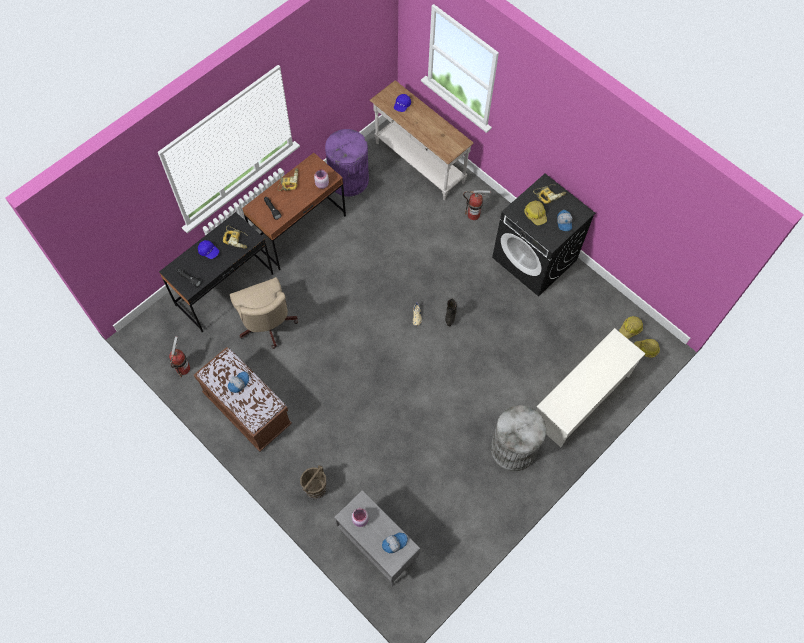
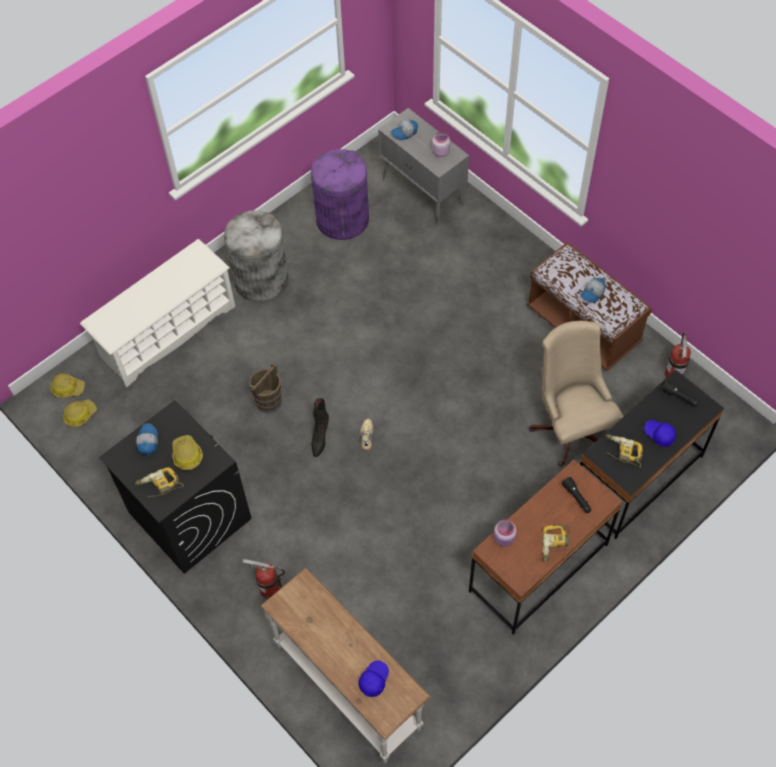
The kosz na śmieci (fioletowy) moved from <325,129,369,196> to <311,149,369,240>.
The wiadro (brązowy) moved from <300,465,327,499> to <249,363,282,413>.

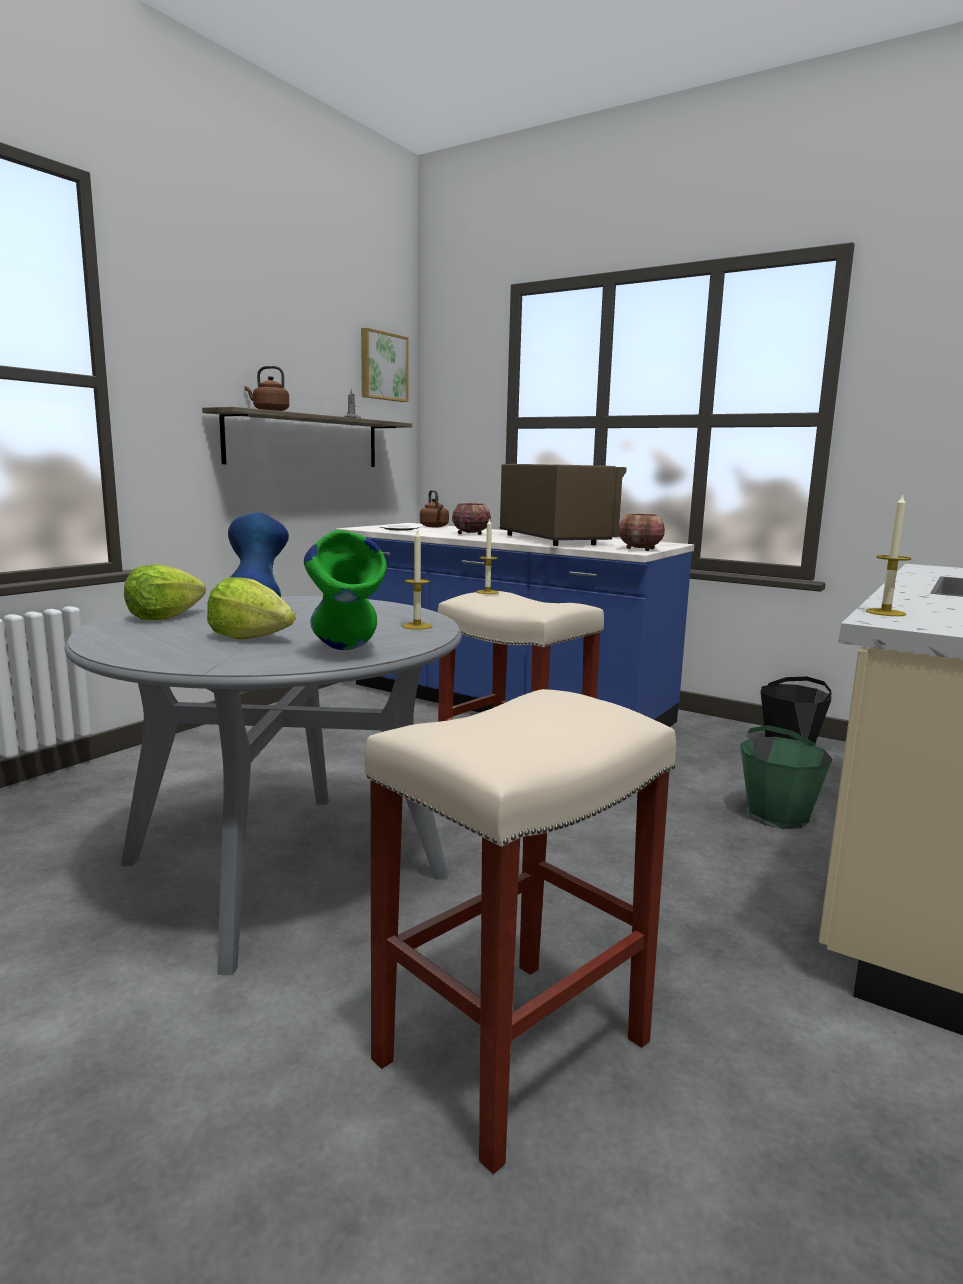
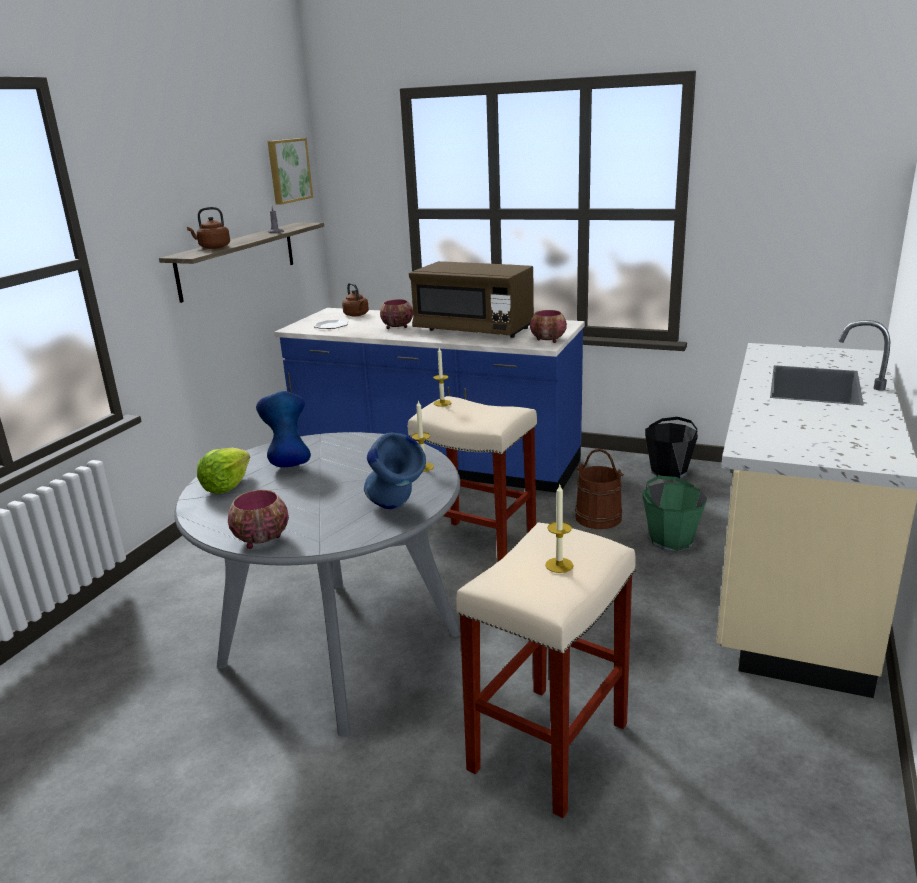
The mikrofalówka (brązowy) at <499,464,626,546> turned 150 degrees clockwise.
The świeca moved from <866,493,911,616> to <545,485,574,573>.
The wazon (zielony) at <304,530,387,650> became the wazon (niebieski) at <364,432,426,509>.
The sałata at <207,577,296,640> disappeared.
The wiadro (brązowy) at <575,449,624,529> appeared.
The miska at <228,490,289,549> appeared.

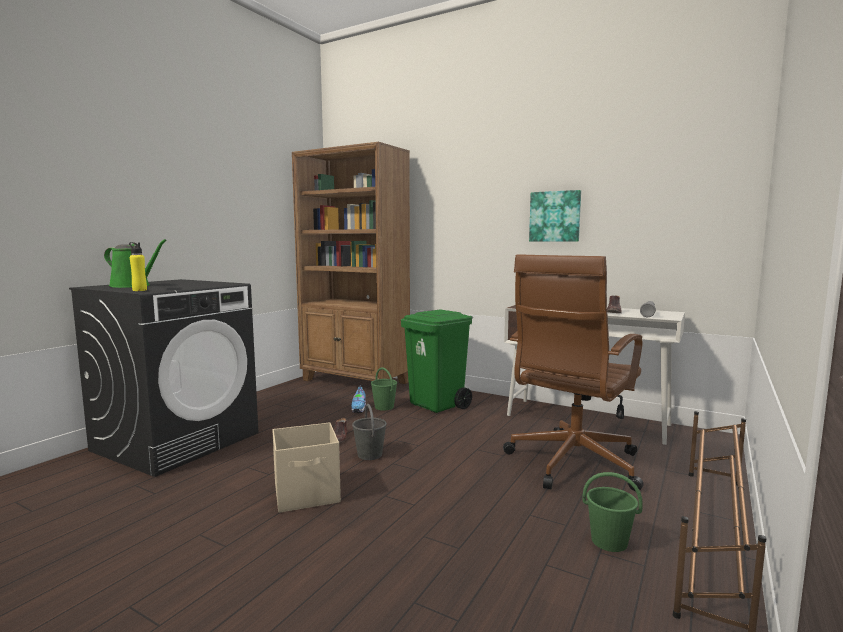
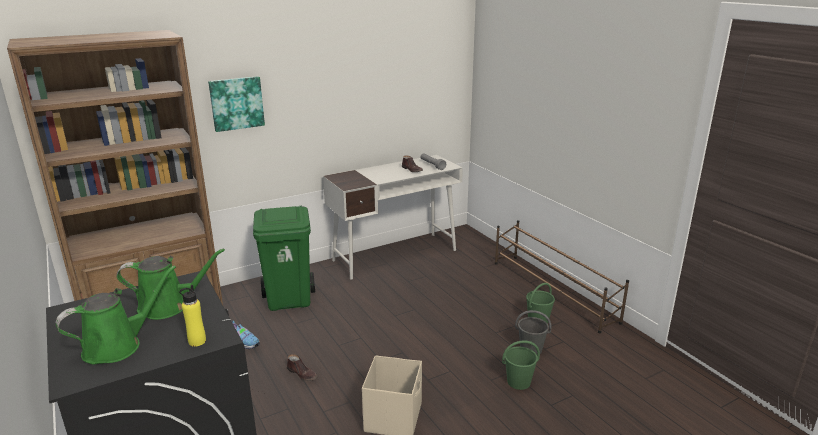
The obraz moved from <529,190,581,242> to <208,76,265,132>.
The krzesło biurowe (brązowy) at <503,254,644,491> disappeared.
The wiadro (zielony) moved from <371,367,397,411> to <502,340,540,390>.
The wiadro (szary) moved from <352,404,387,460> to <515,310,551,354>.
The konewka (zielony) at <116,249,225,320> appeared.

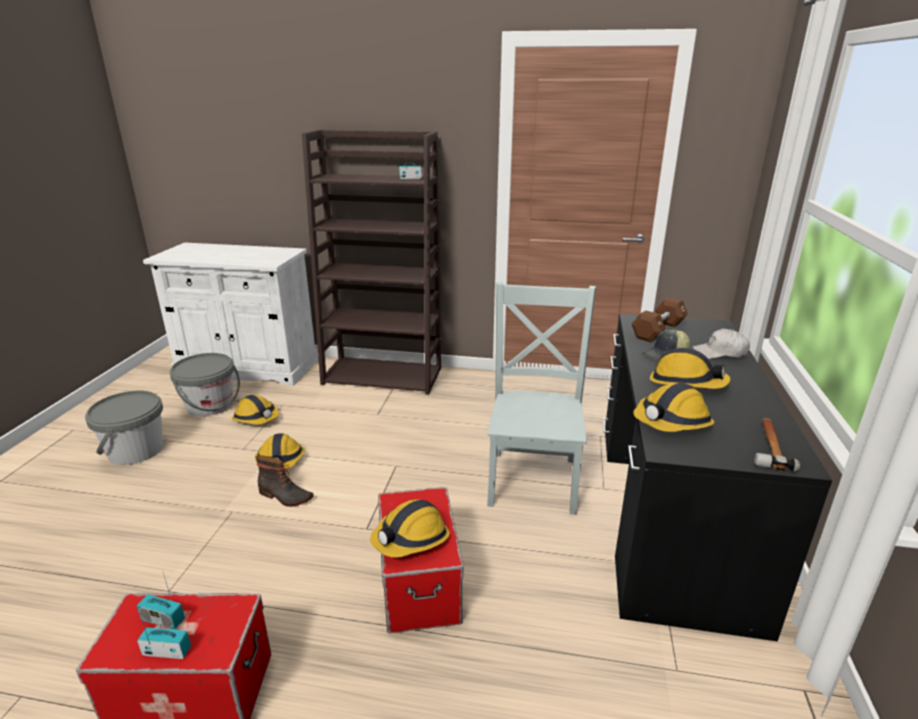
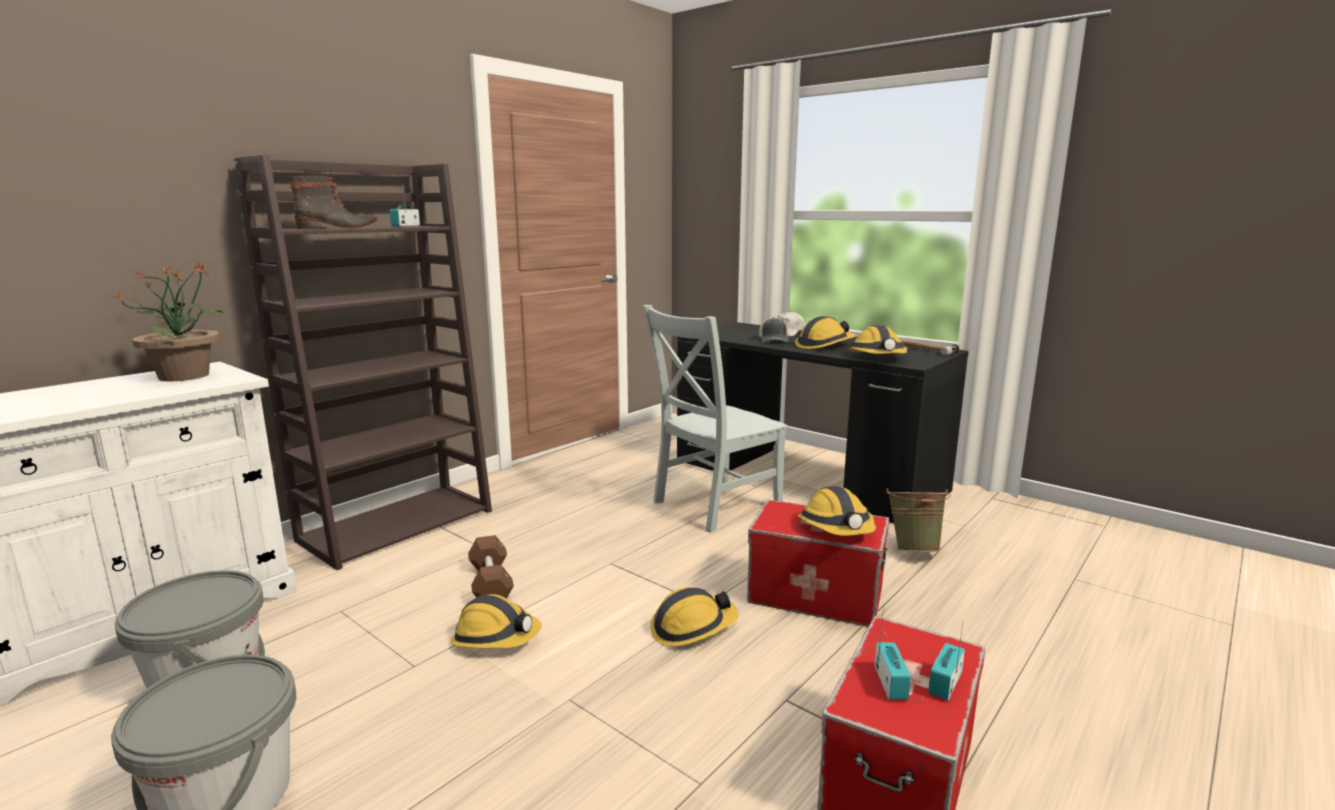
The krzesło (szary) at <487,282,596,515> turned 75 degrees counterclockwise.
The hantel (brązowy) moved from <632,297,688,342> to <468,535,514,598>.
The kask moved from <232,395,279,425> to <650,587,738,646>.
The but z cholewką moved from <256,455,314,507> to <289,176,377,229>.
The radio at <137,570,185,630> turned 45 degrees counterclockwise.
The roślina doniczkowa at <111,262,223,381> appeared.
The wiadro (zielony) at <886,489,950,552> appeared.

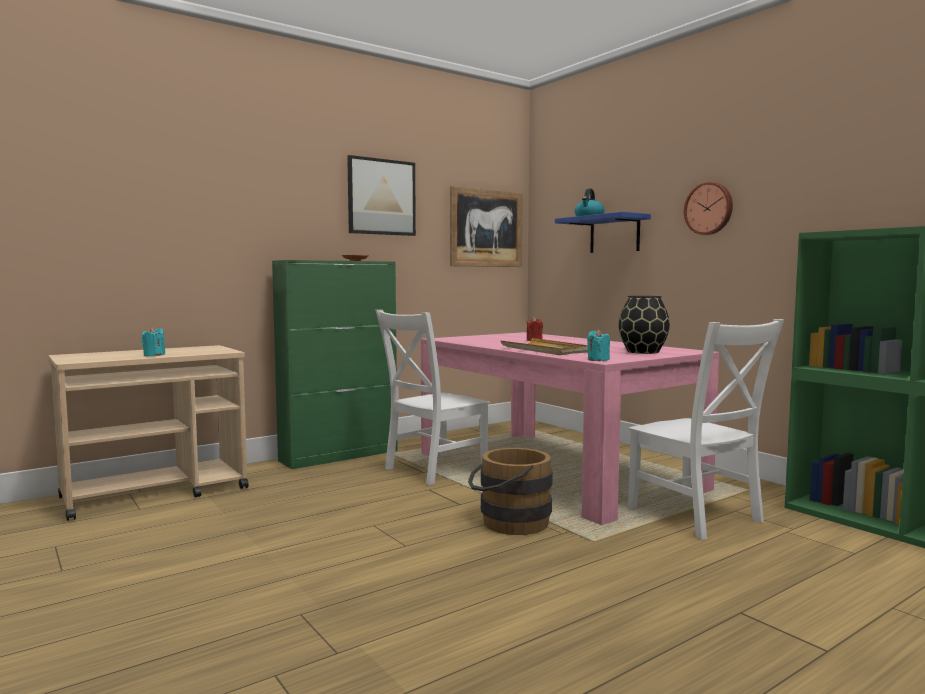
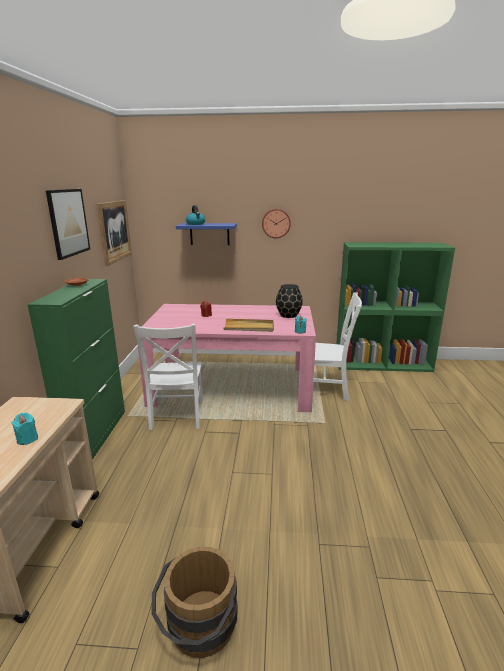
The wiadro (brązowy) moved from <468,448,553,535> to <151,547,238,658>.

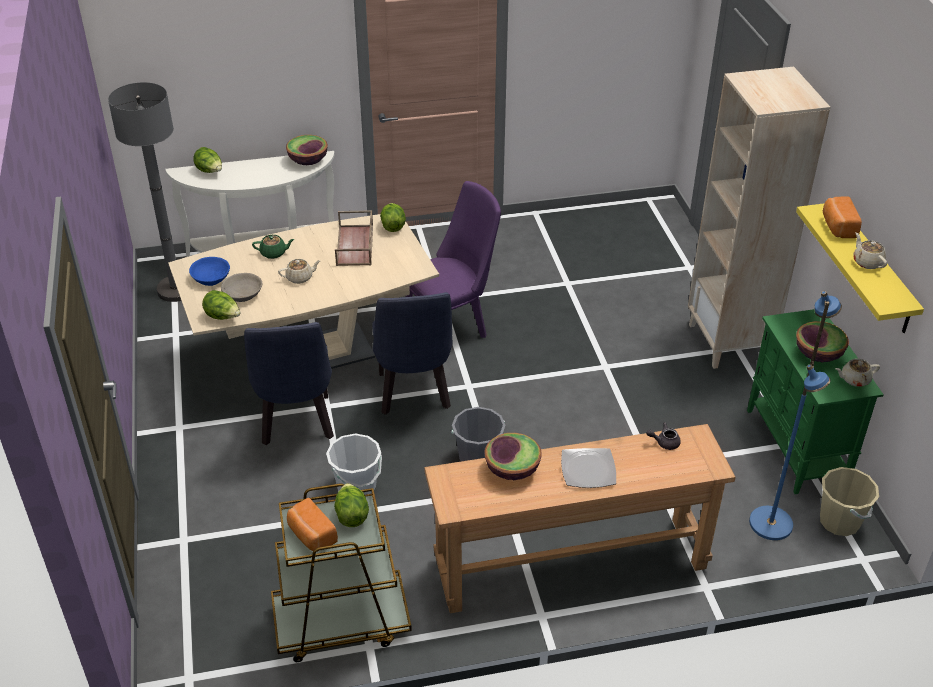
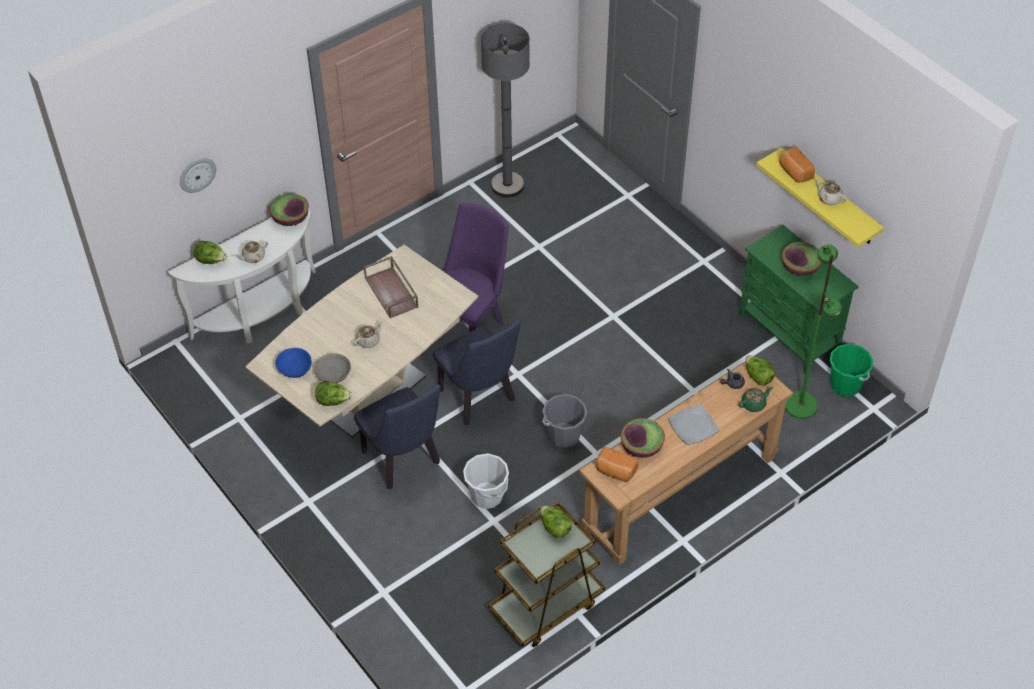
The regał (beżowy) at <688,67,830,369> disappeared.
The lampa stojąca (szary) moved from <108,82,181,302> to <481,23,530,198>.
The sałata moved from <380,203,406,232> to <746,355,775,385>.
The imbryk (zielony) moved from <252,235,295,259> to <739,387,773,412>.
The lampa stojąca (niebieski) at <749,291,842,540> became the lampa stojąca (zielony) at <785,244,843,419>.
The imbryk (beżowy) moved from <835,359,880,387> to <235,241,268,263>.
The wiadro (beżowy) at <820,467,879,536> became the wiadro (zielony) at <830,344,874,397>.
The chleb moved from <287,498,338,552> to <596,447,638,482>.
The zegar ścienny at <180,158,216,193> appeared.

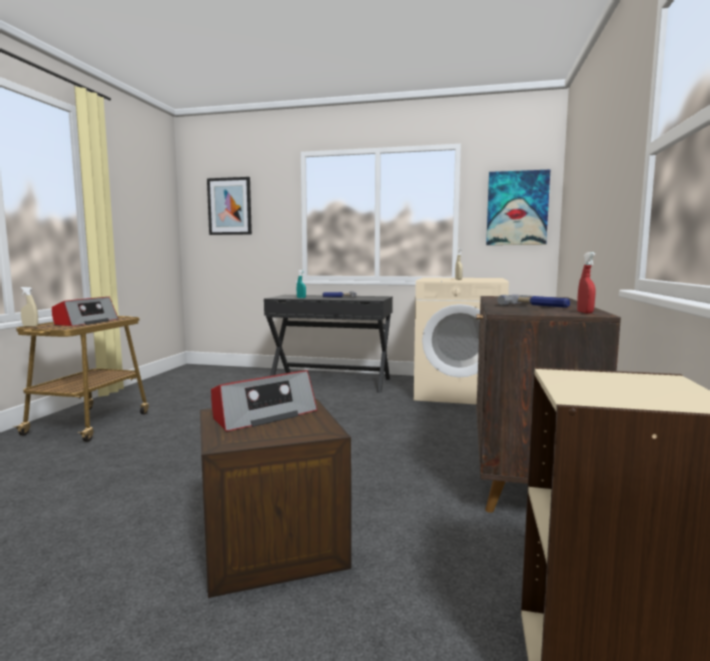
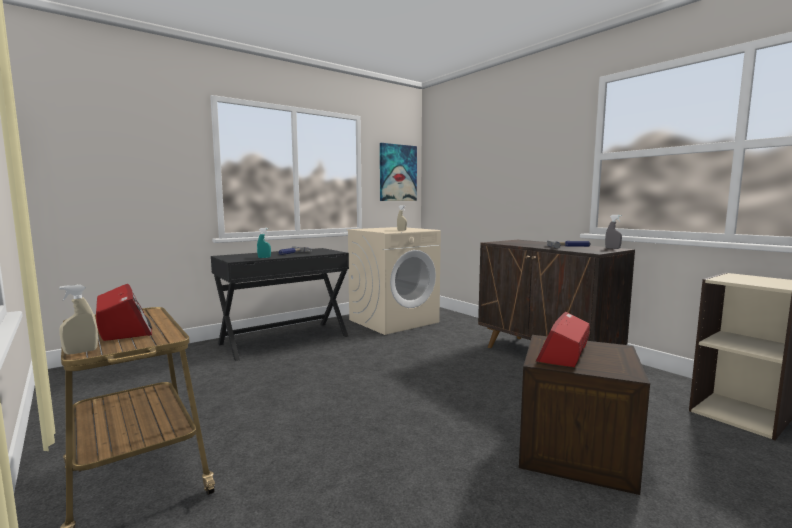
The obraz at <207,177,252,235> disappeared.
The spryskiwacz (czerwony) at <577,252,596,313> became the spryskiwacz (szary) at <605,215,622,249>.
The radio at <211,370,317,432> turned 150 degrees counterclockwise.

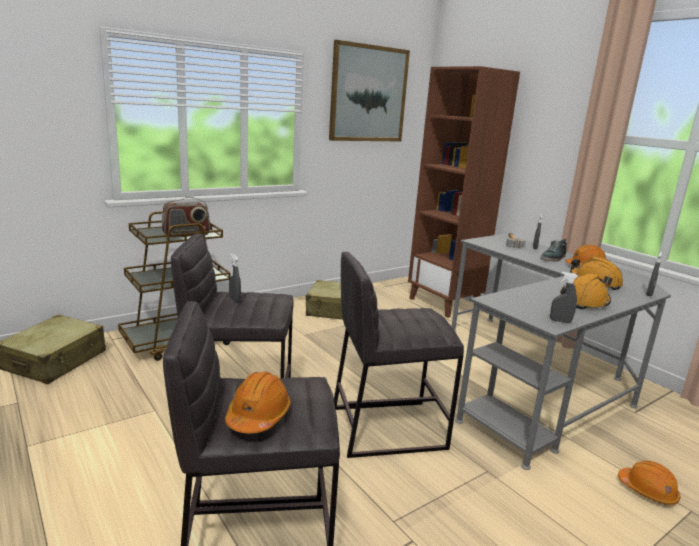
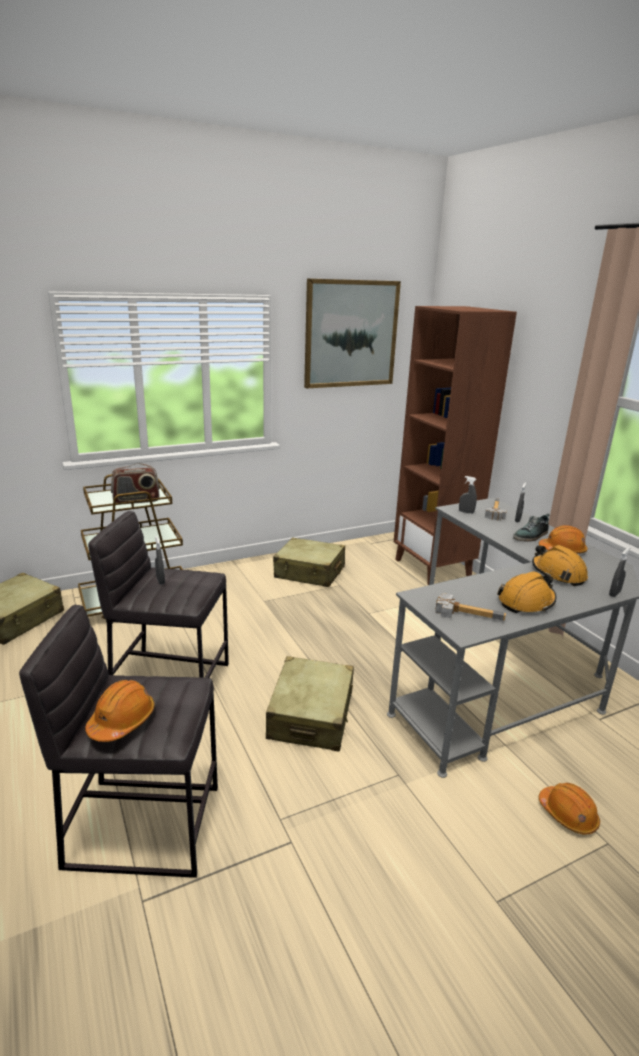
The stołek (szary) at <334,252,464,458> was replaced by the walizka (beżowy) at <266,656,354,752>.
The spryskiwacz (szary) moved from <550,272,578,323> to <459,476,477,514>.
The młotek at <435,593,506,621> appeared.

